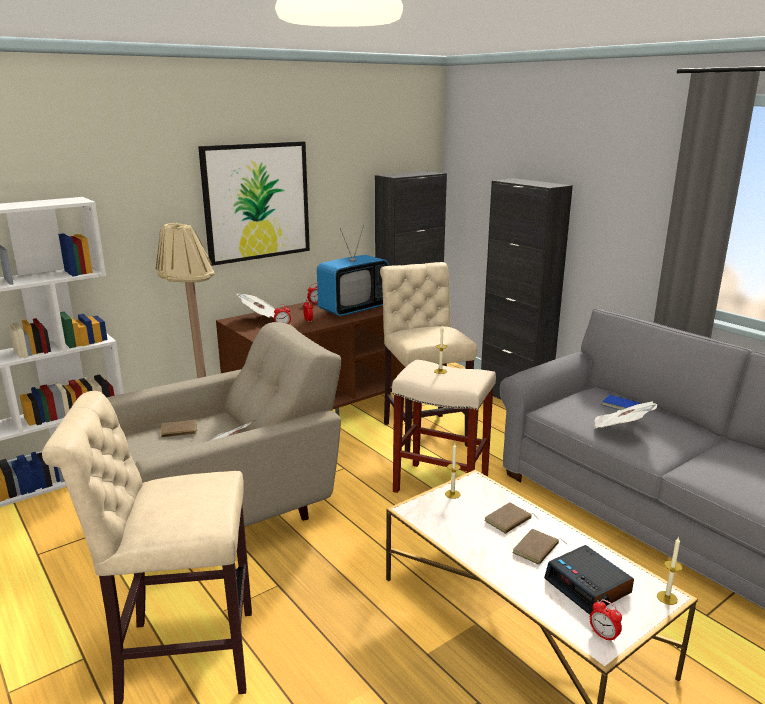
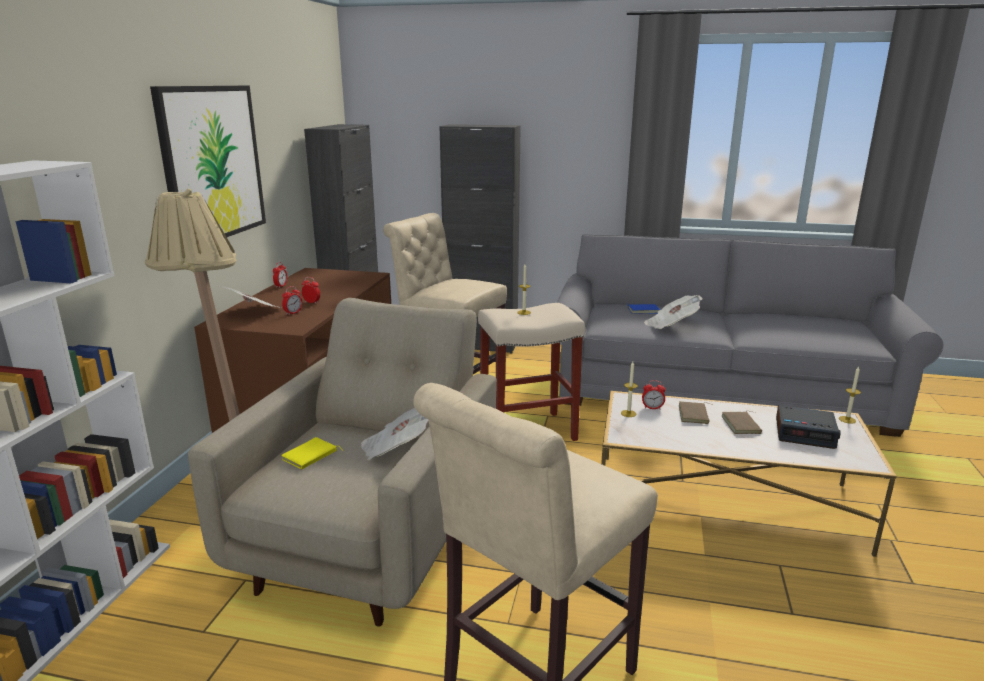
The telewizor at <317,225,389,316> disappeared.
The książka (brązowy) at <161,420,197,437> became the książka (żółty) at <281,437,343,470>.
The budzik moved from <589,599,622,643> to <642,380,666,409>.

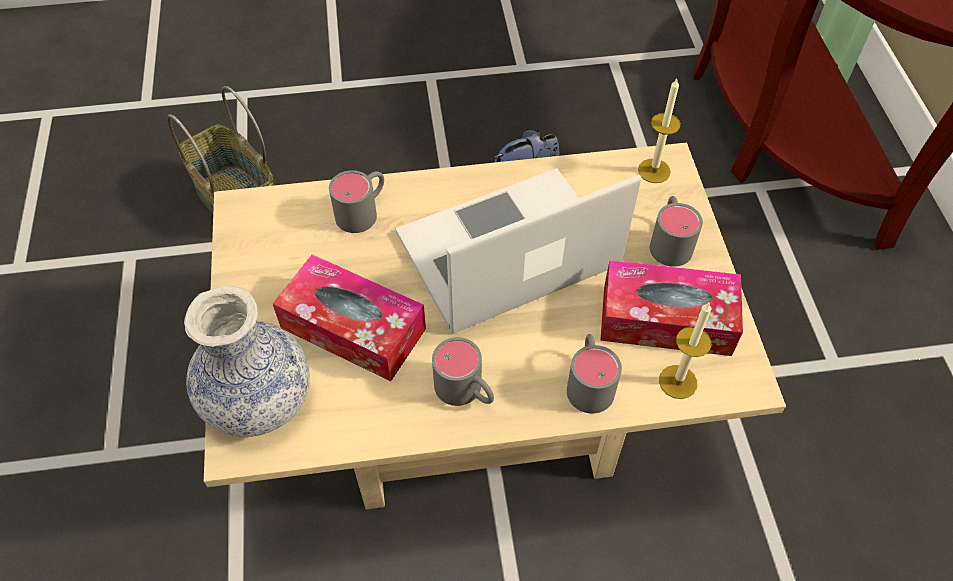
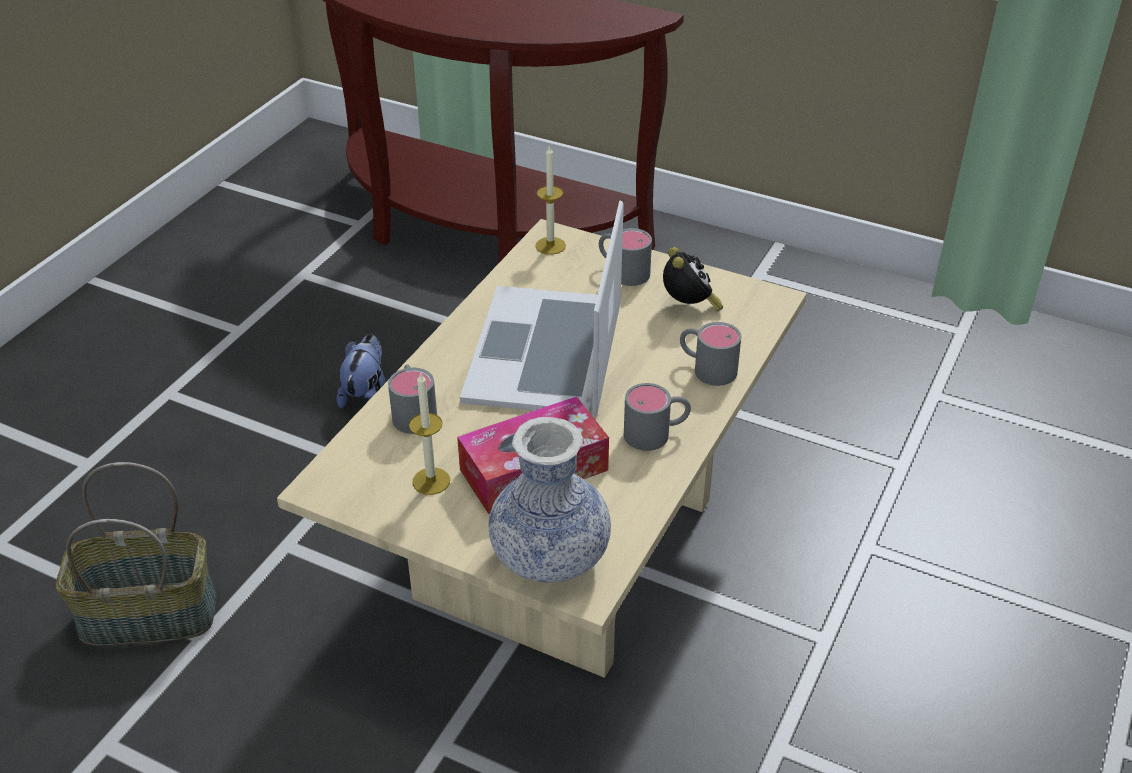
The pudełko chusteczek at <600,260,743,356> was replaced by the budzik at <663,247,723,311>.
The świeca moved from <659,303,711,399> to <409,372,450,495>.

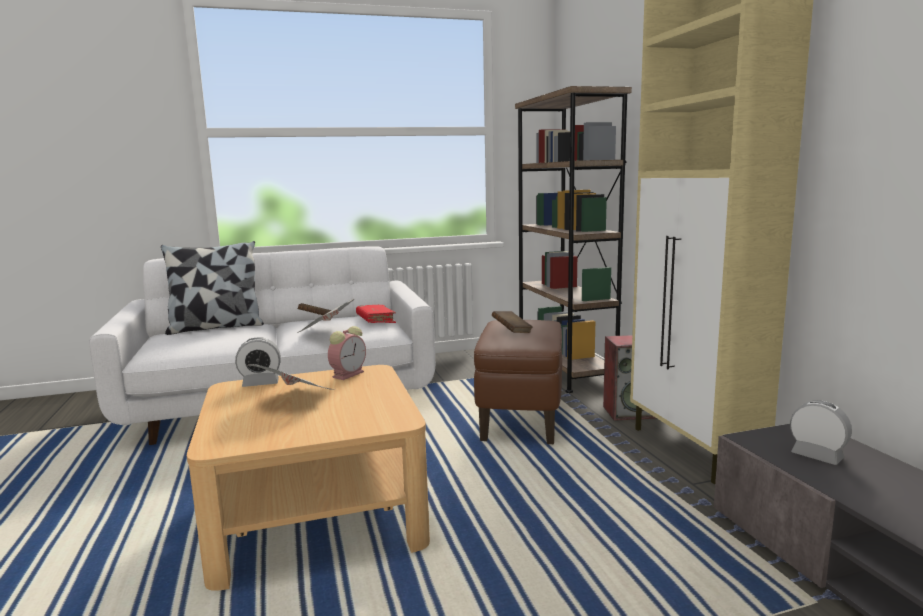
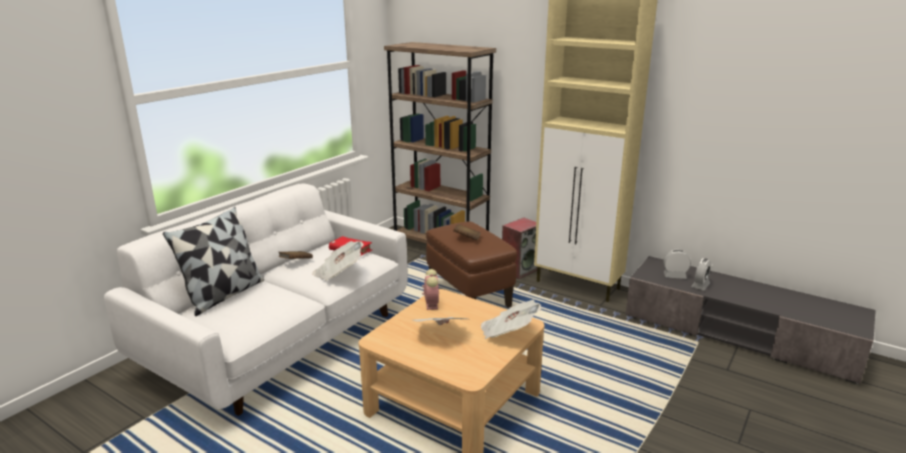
The budzik moved from <235,337,281,387> to <691,258,711,290>.
The gazeta at <481,300,541,339> appeared.

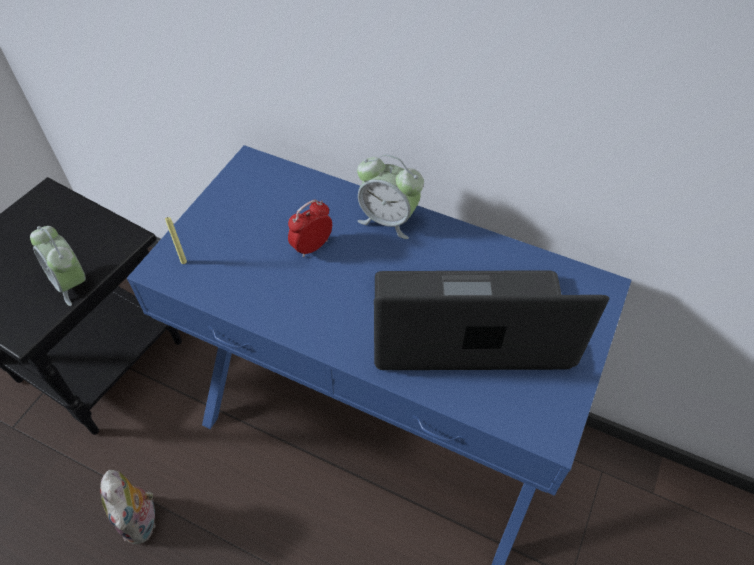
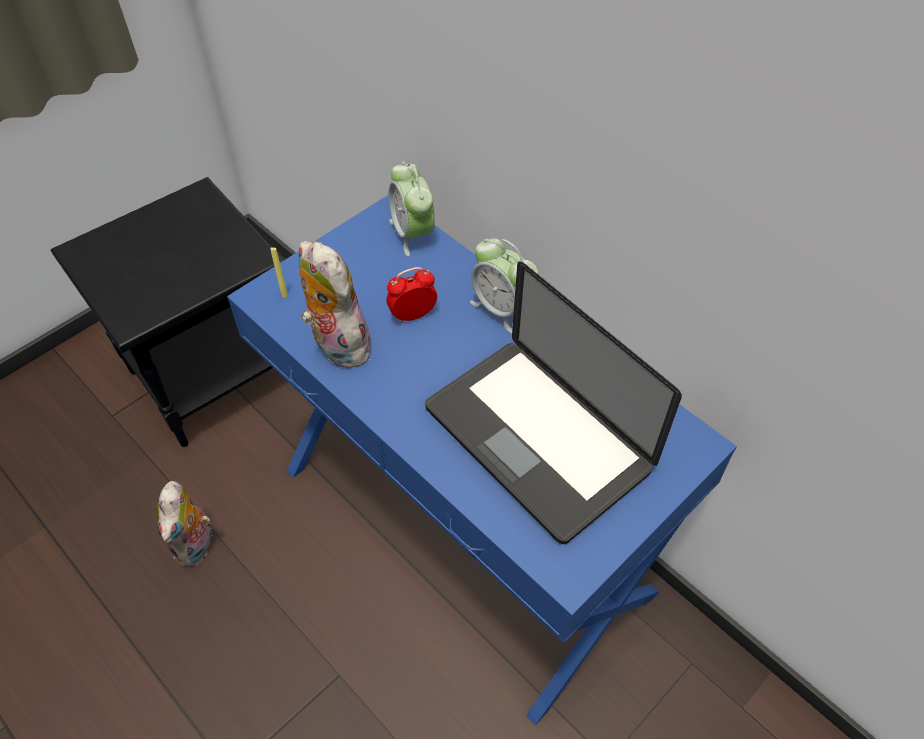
The budzik moved from <30,226,86,306> to <389,161,435,256>.
The laptop at <374,270,609,370> turned 150 degrees counterclockwise.
The pluszak at <299,241,371,368> appeared.

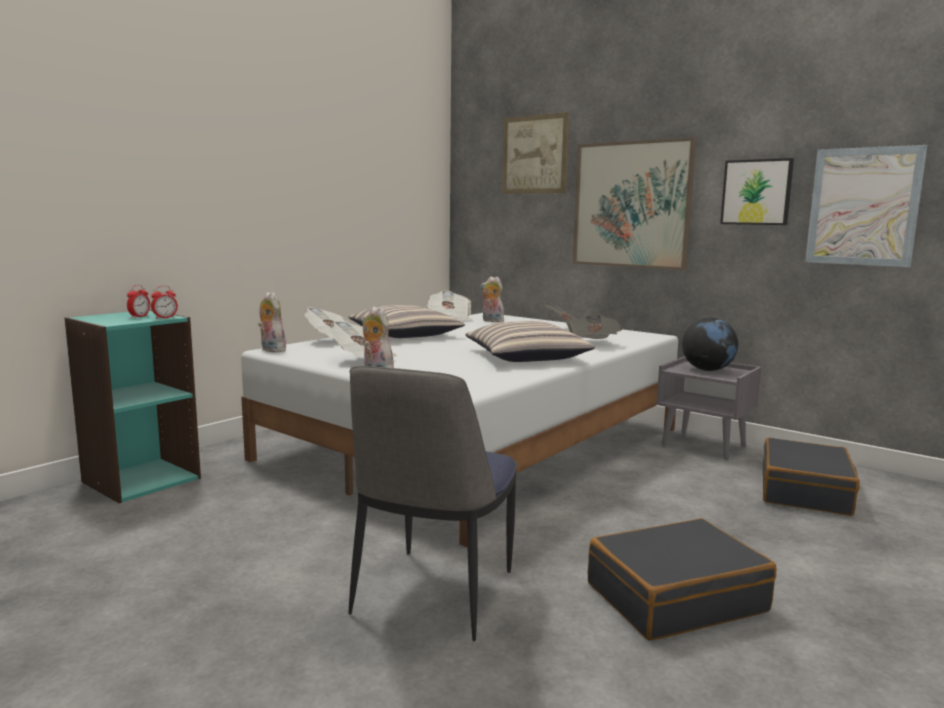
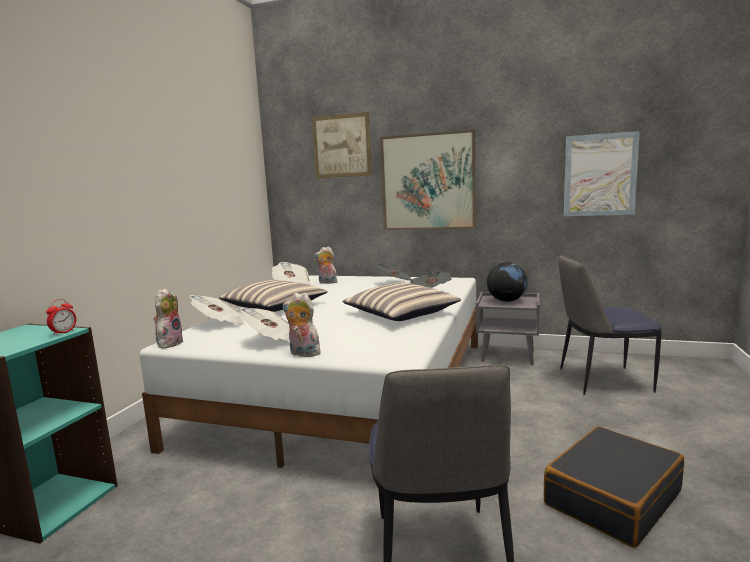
The obraz at <720,158,794,225> disappeared.
The budzik at <127,285,150,318> disappeared.
The pluszak at <258,292,286,352> turned 75 degrees clockwise.
The walizka (czarny) at <763,438,860,516> was replaced by the krzesło at <559,255,662,395>.

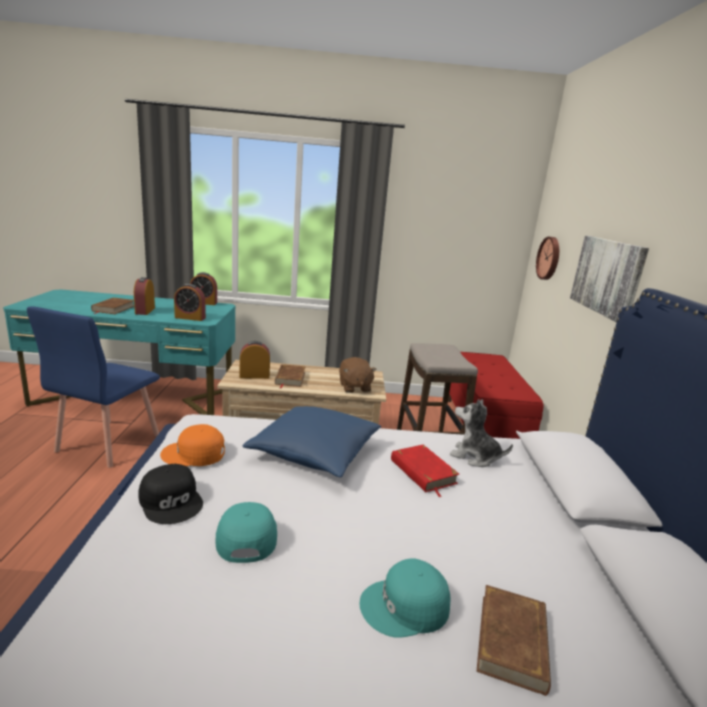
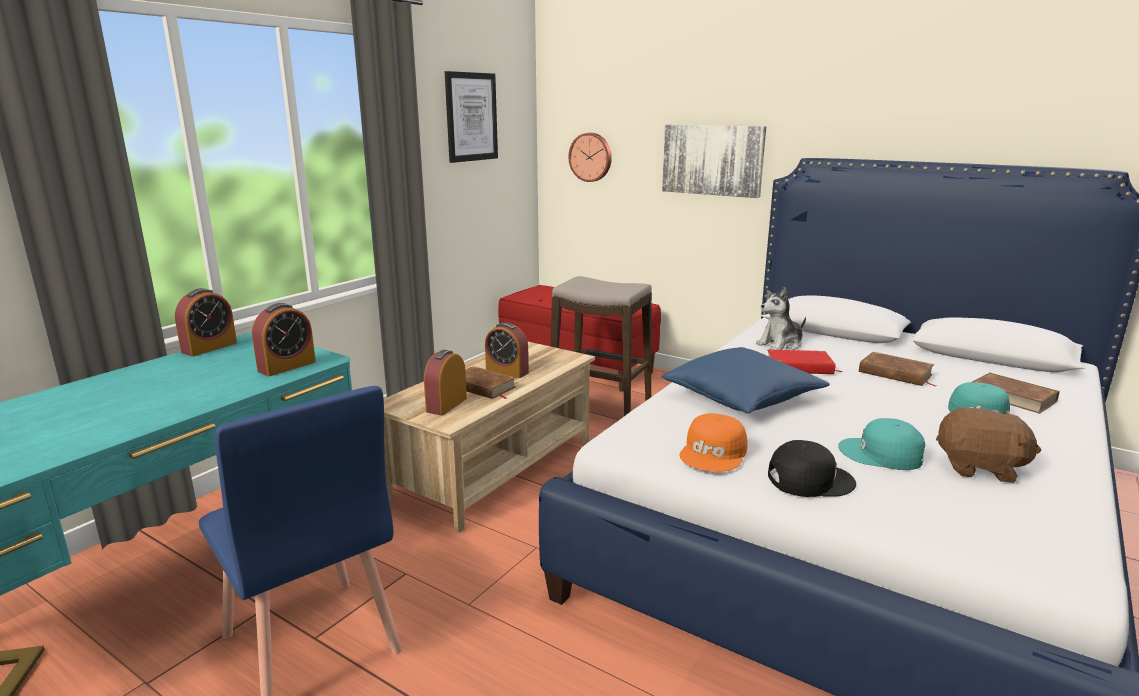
The budzik moved from <134,277,155,315> to <485,322,529,378>.
The książka (brązowy) moved from <91,297,134,314> to <859,352,936,387>.
The pluszak (brązowy) moved from <339,357,377,393> to <936,407,1041,483>.
The obraz at <445,71,498,163> appeared.

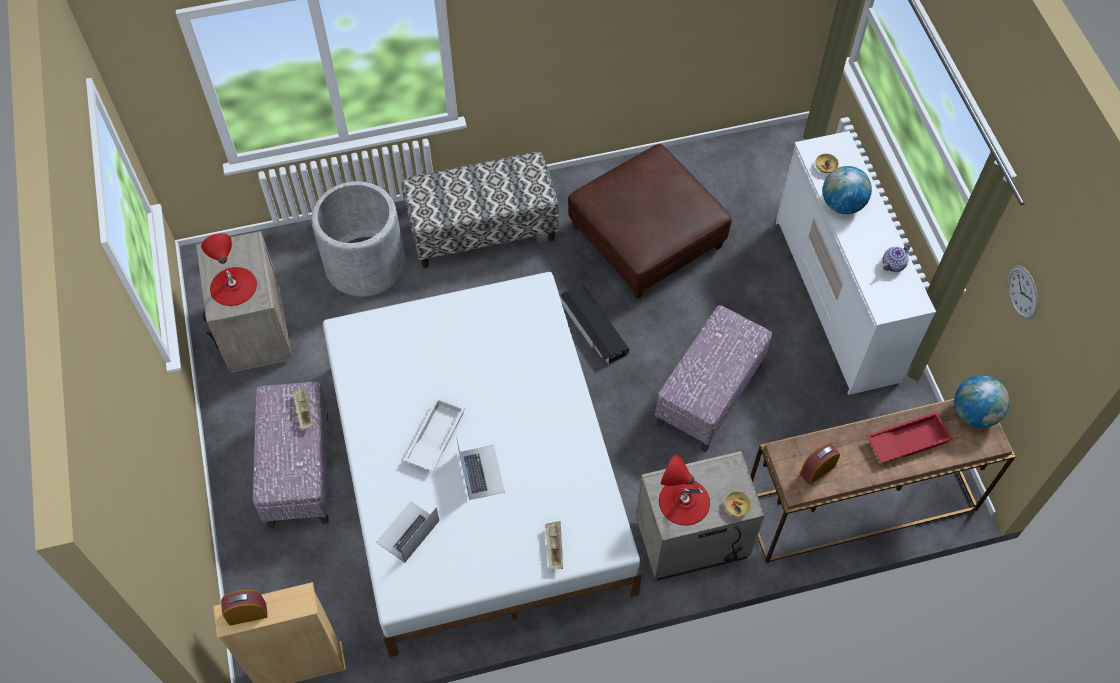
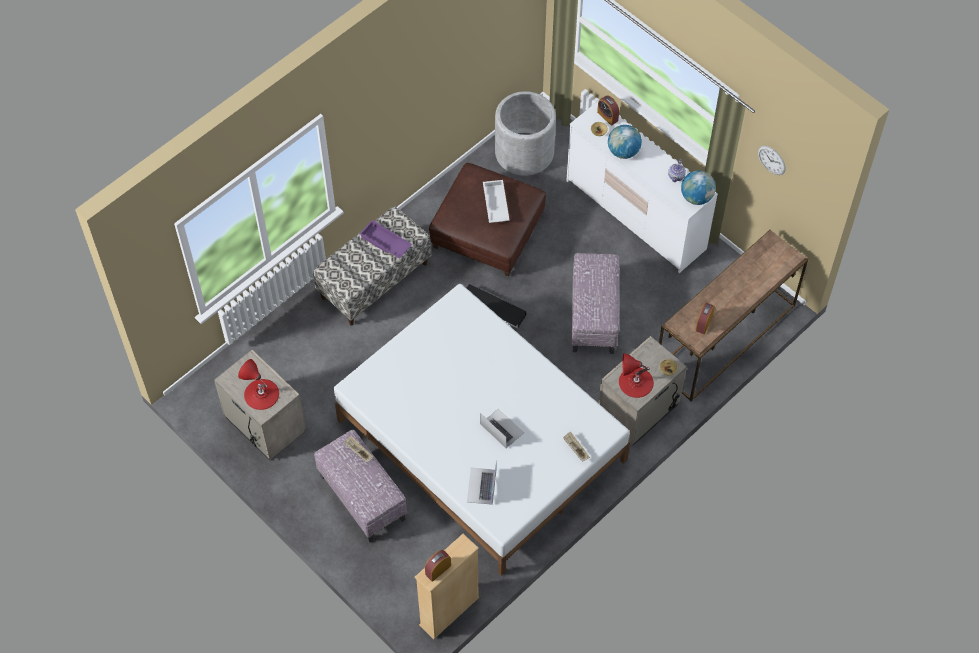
The donica (szary) moved from <311,181,405,297> to <495,91,556,176>.
The globus moved from <954,375,1009,428> to <681,170,716,205>.
The taca (biały) moved from <404,397,465,471> to <483,180,510,223>.
The taca (czerwony) at <867,412,952,463> disappeared.
The budzik at <597,95,619,126> appeared.
The taca (fioletowy) at <360,220,412,259> appeared.

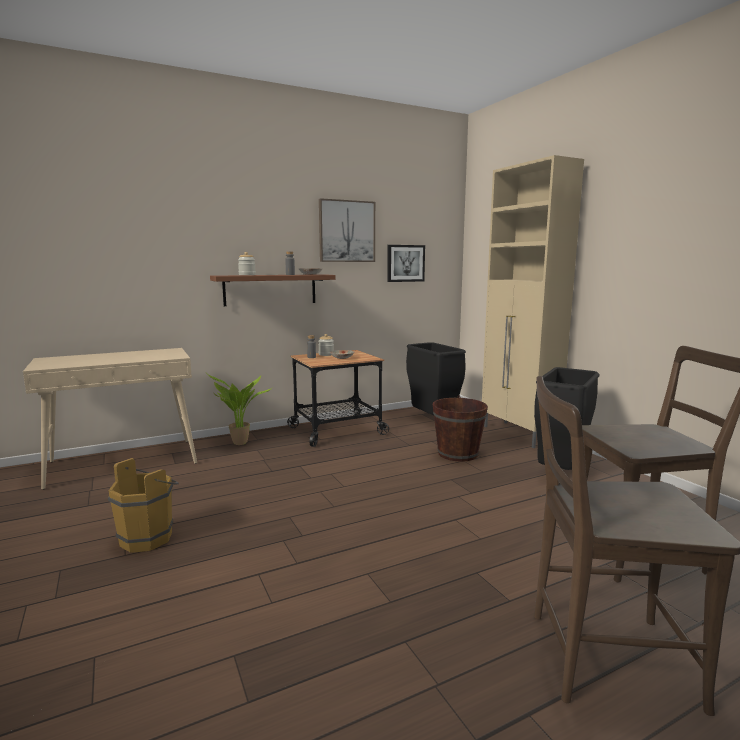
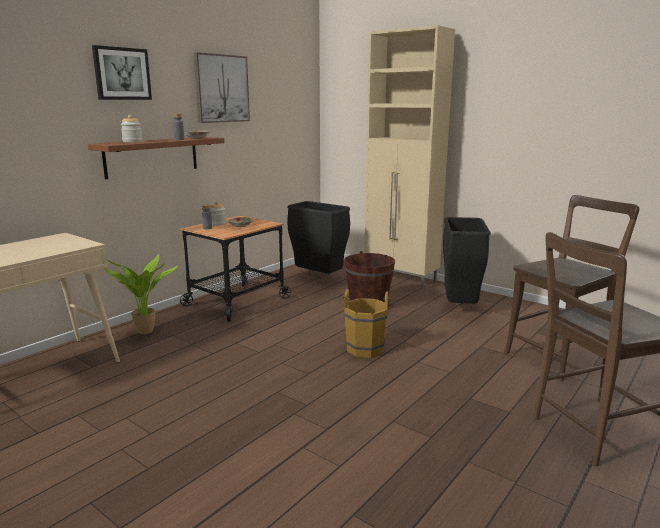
The obraz moved from <387,245,425,282> to <92,45,152,100>.
The wiadro (brązowy) moved from <108,458,179,553> to <342,289,391,358>.

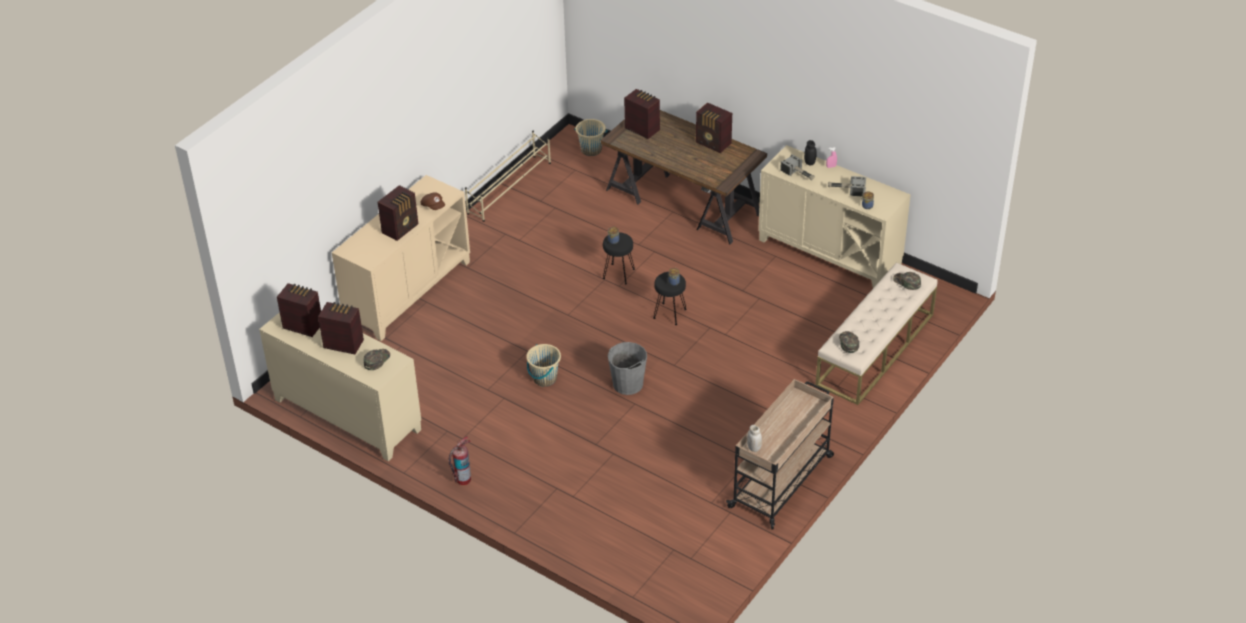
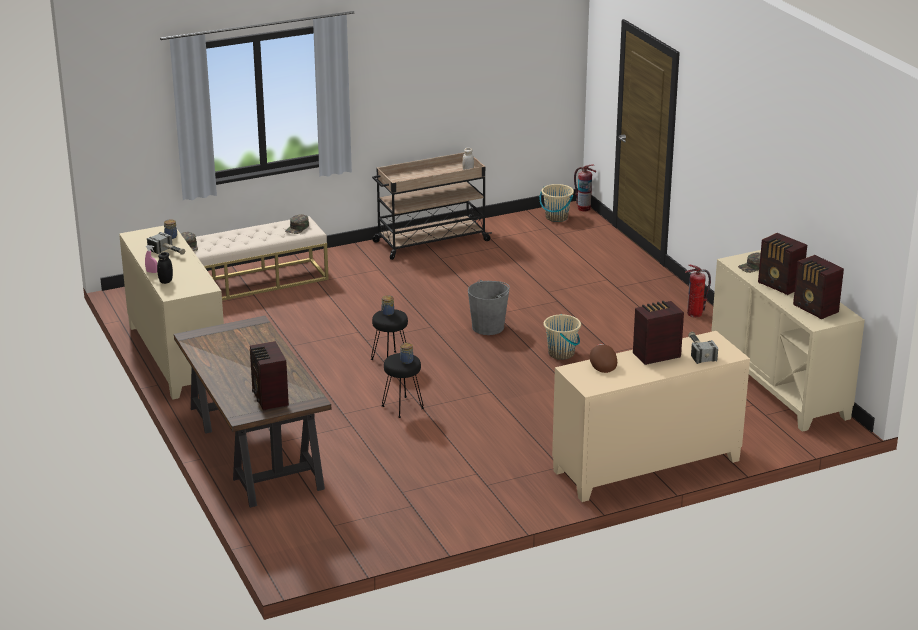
The radio at <696,102,732,153> disappeared.
The wiadro (beżowy) moved from <574,119,608,156> to <539,184,574,222>.
The regał na buty (beżowy) at <465,131,551,222> disappeared.
The młotek moved from <780,154,815,180> to <688,332,718,364>.
The gaśnica at <574,164,596,211> appeared.

